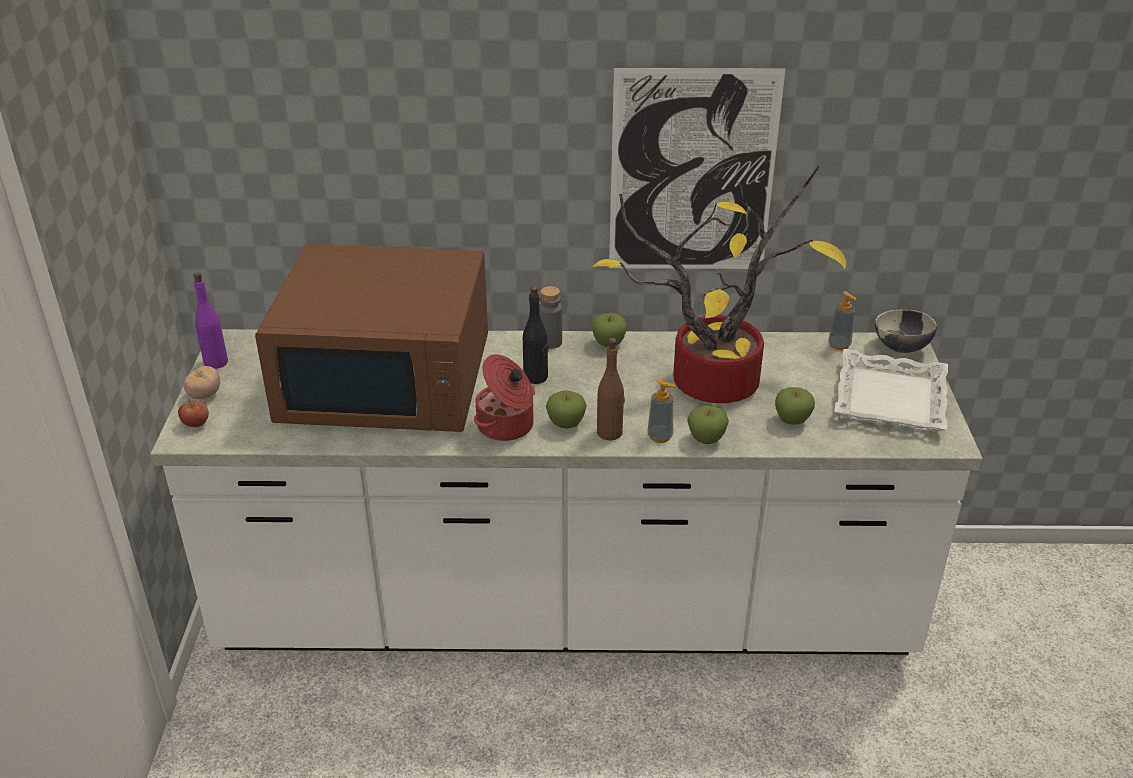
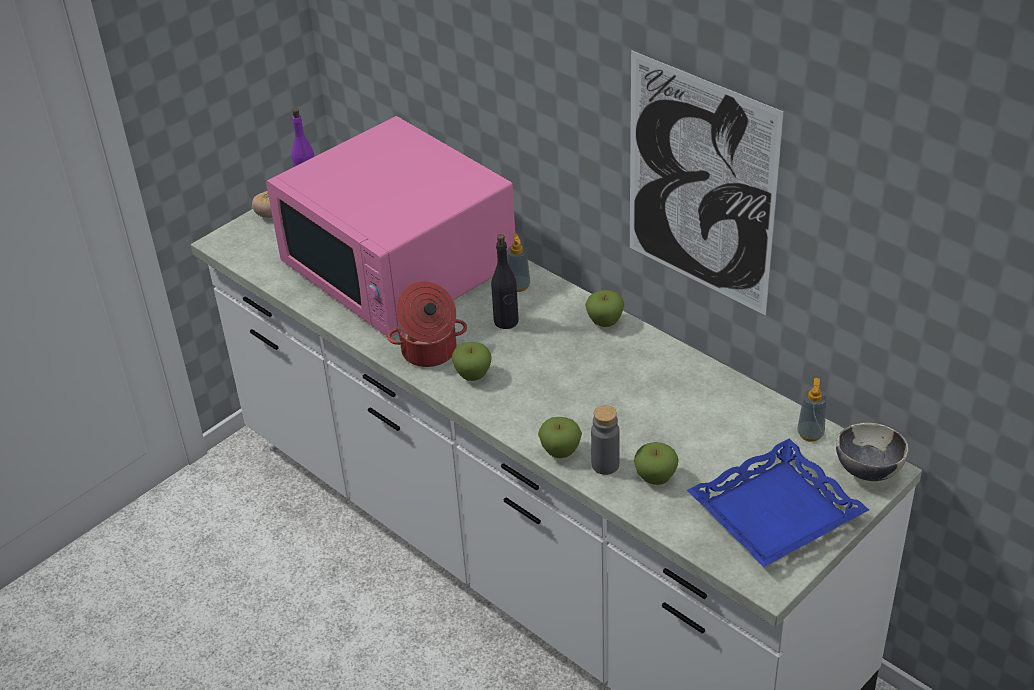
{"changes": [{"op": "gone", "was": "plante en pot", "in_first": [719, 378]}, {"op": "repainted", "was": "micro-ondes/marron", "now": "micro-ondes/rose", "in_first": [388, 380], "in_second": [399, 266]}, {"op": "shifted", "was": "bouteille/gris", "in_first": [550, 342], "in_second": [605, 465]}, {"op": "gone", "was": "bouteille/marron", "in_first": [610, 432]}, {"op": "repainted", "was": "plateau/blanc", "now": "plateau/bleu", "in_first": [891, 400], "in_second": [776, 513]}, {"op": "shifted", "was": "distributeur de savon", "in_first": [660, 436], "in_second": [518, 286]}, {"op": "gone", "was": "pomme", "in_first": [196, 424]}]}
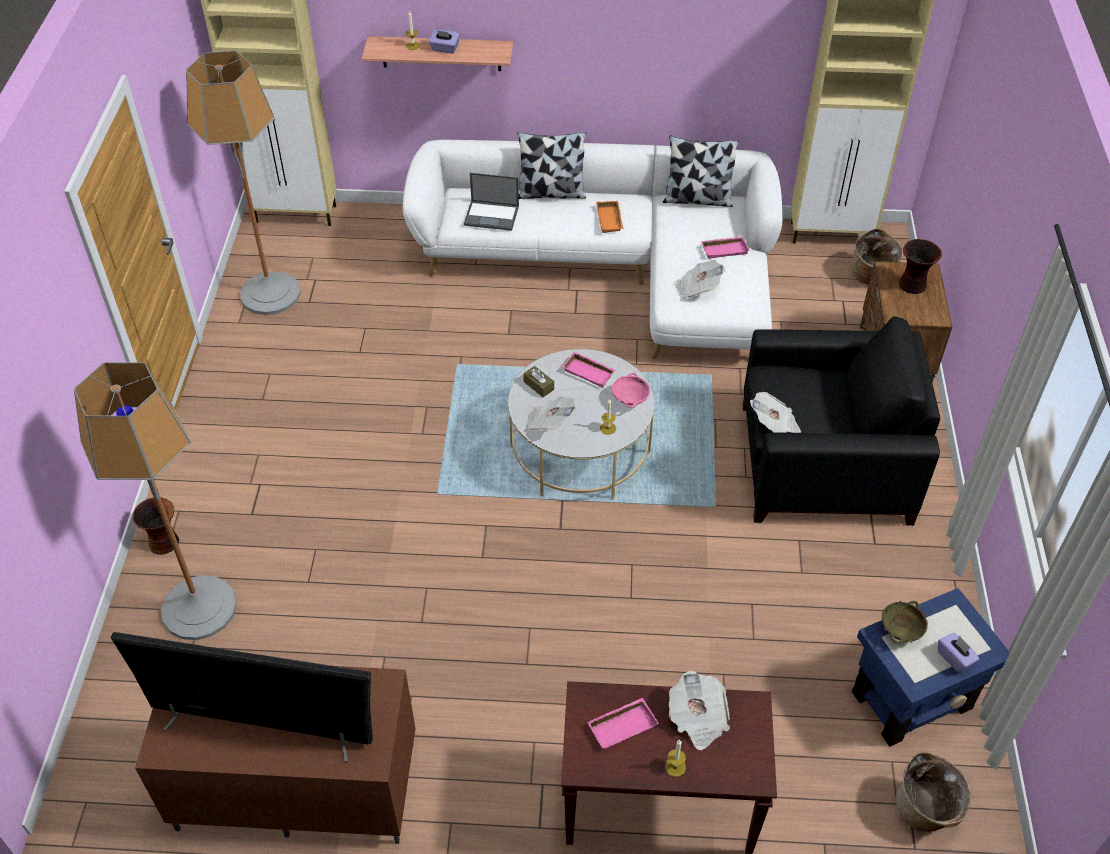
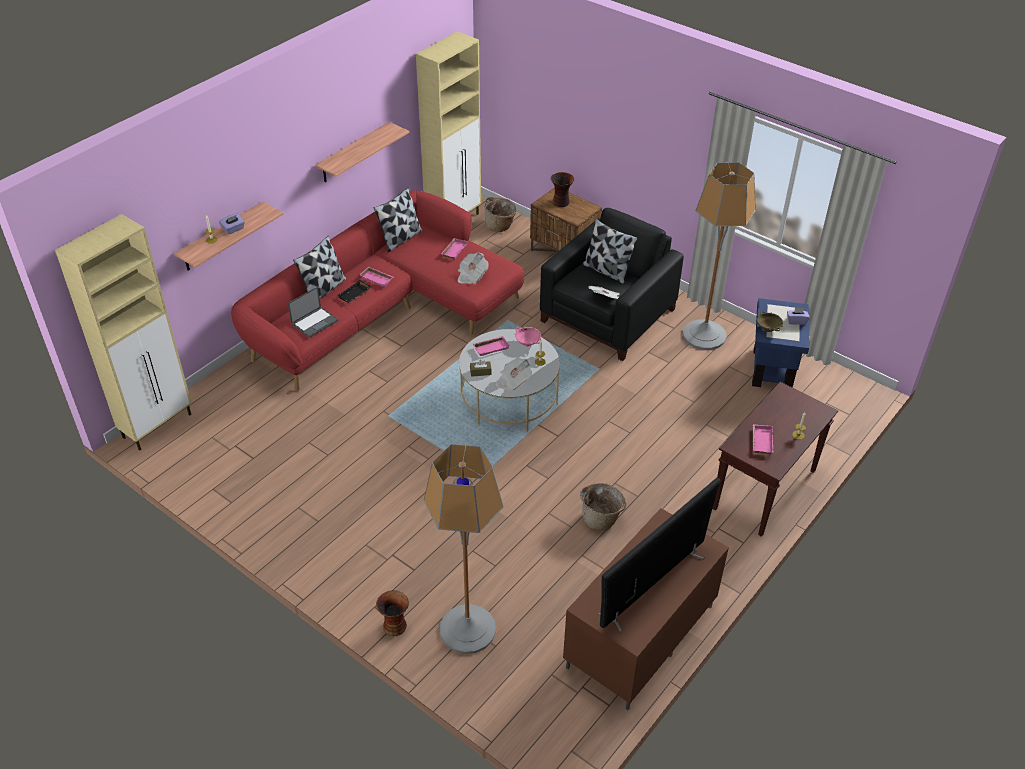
{"changes": [{"op": "shifted", "was": "lampadaire", "in_first": [270, 294], "in_second": [704, 335]}, {"op": "repainted", "was": "canapé/blanc", "now": "canapé/rouge", "in_first": [615, 268], "in_second": [384, 311]}, {"op": "repainted", "was": "plateau/orange", "now": "plateau/rose", "in_first": [610, 220], "in_second": [377, 278]}, {"op": "gone", "was": "journal", "in_first": [697, 719]}, {"op": "shifted", "was": "panier", "in_first": [925, 811], "in_second": [601, 518]}, {"op": "new", "now": "étagère", "in_second": [354, 153]}, {"op": "new", "now": "coussin", "in_second": [606, 271]}, {"op": "new", "now": "plateau/noir", "in_second": [354, 295]}]}
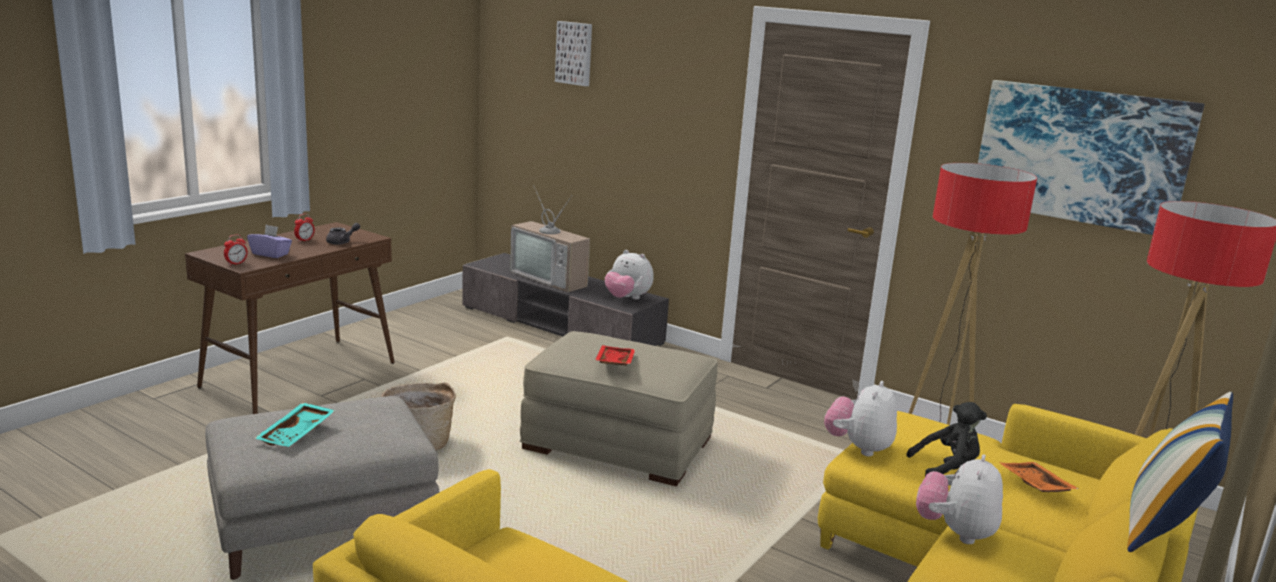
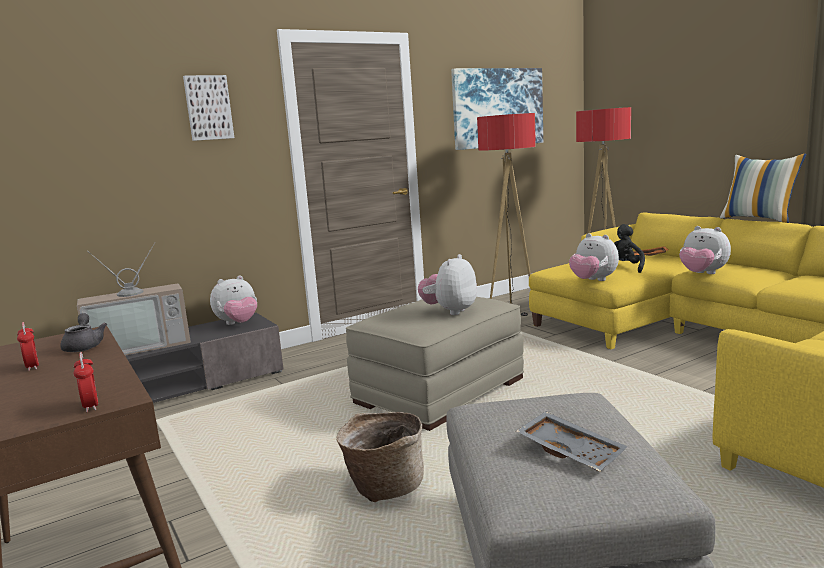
{"changes": [{"op": "shifted", "was": "tableau", "in_first": [575, 53], "in_second": [208, 108]}, {"op": "gone", "was": "boîte à mouchoirs/violet", "in_first": [270, 254]}, {"op": "swapped", "was": "plateau/rouge", "now": "peluche", "in_first": [613, 362], "in_second": [450, 311]}, {"op": "repainted", "was": "plateau/turquoise", "now": "plateau/gris", "in_first": [297, 434], "in_second": [571, 451]}]}
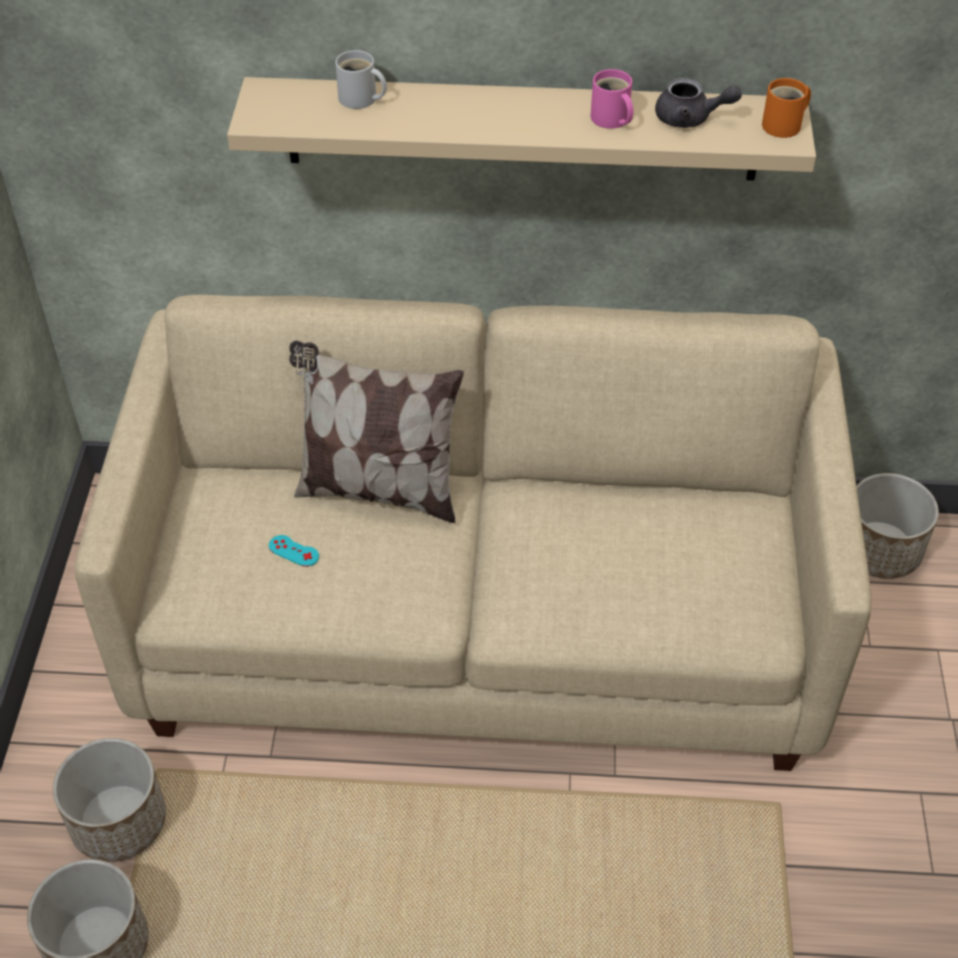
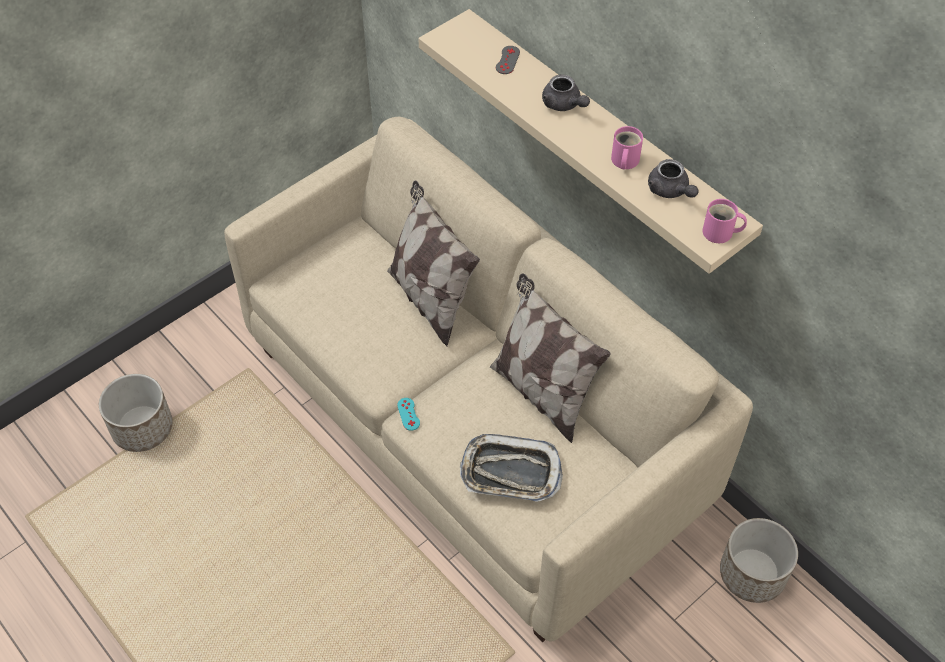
{"changes": [{"op": "swapped", "was": "mug/blanc", "now": "manette/gris", "in_first": [360, 100], "in_second": [507, 60]}, {"op": "repainted", "was": "mug/orange", "now": "mug/rose", "in_first": [785, 125], "in_second": [720, 233]}, {"op": "shifted", "was": "manette/turquoise", "in_first": [293, 551], "in_second": [408, 414]}, {"op": "gone", "was": "cache-pot", "in_first": [118, 822]}, {"op": "new", "now": "théière/gris", "in_second": [564, 105]}, {"op": "new", "now": "coussin", "in_second": [542, 392]}, {"op": "new", "now": "plateau", "in_second": [510, 473]}]}
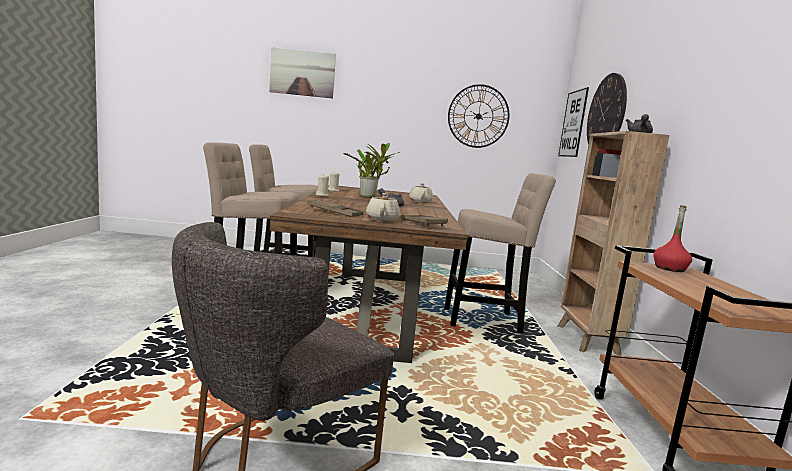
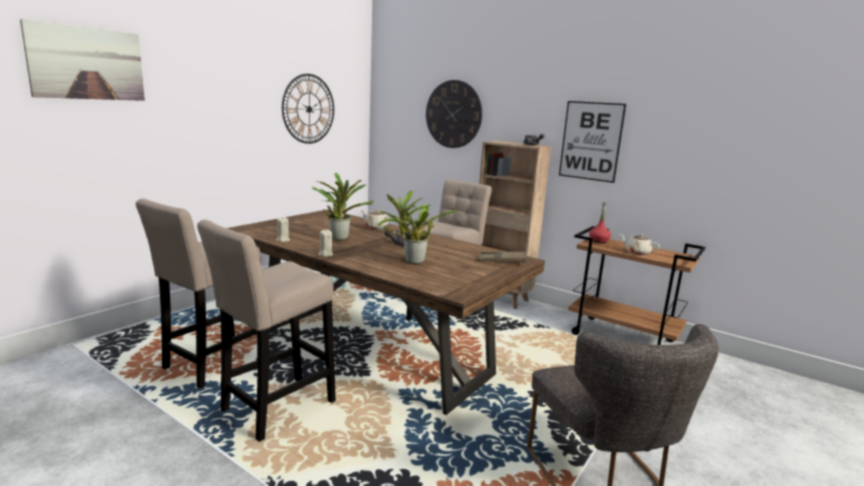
{"changes": [{"op": "shifted", "was": "tableau", "in_first": [573, 124], "in_second": [591, 141]}, {"op": "shifted", "was": "théière/beige", "in_first": [382, 219], "in_second": [637, 252]}, {"op": "gone", "was": "plateau/marron", "in_first": [335, 212]}, {"op": "new", "now": "plante en pot", "in_second": [411, 262]}]}
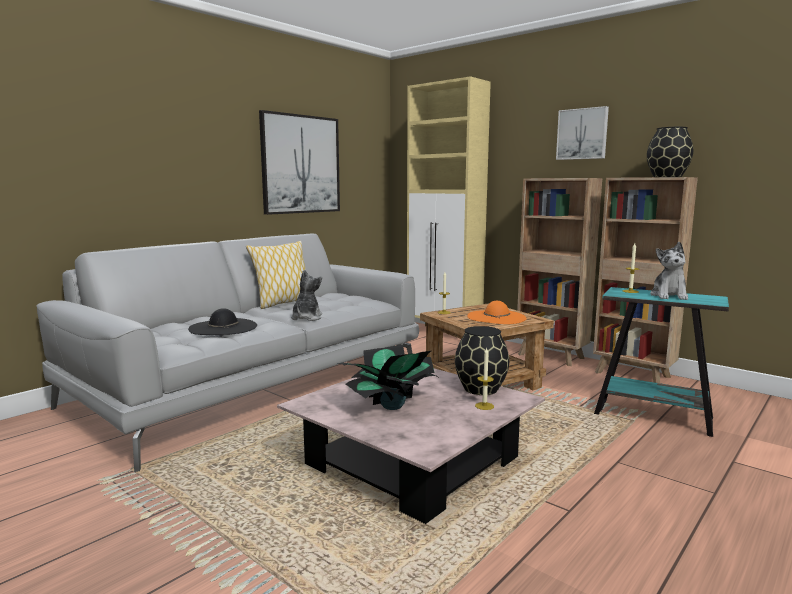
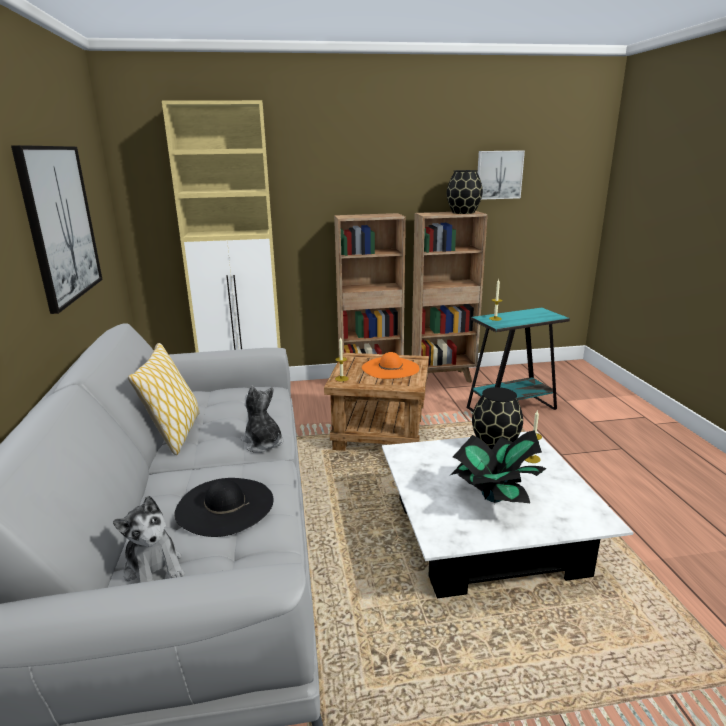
{"changes": [{"op": "shifted", "was": "tableau", "in_first": [582, 134], "in_second": [498, 175]}, {"op": "shifted", "was": "peluche", "in_first": [669, 296], "in_second": [154, 568]}, {"op": "repainted", "was": "table basse/rose", "now": "table basse/blanc", "in_first": [412, 460], "in_second": [485, 534]}]}
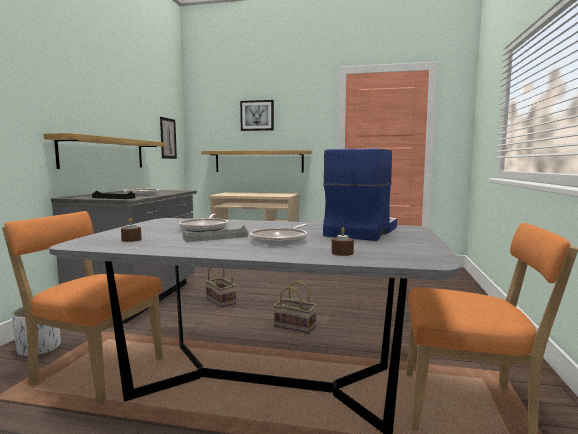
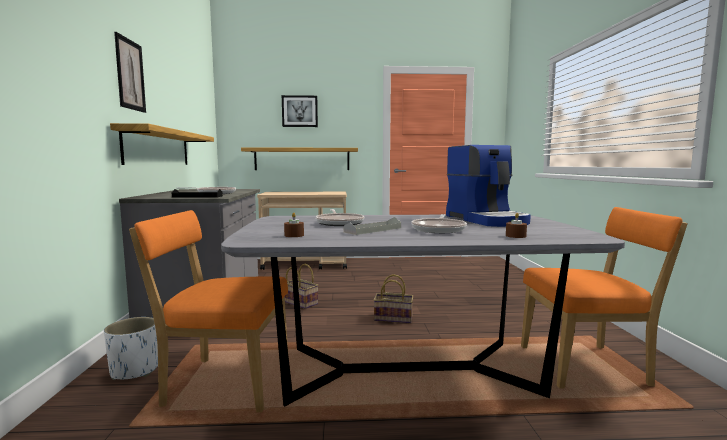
{"changes": [{"op": "shifted", "was": "tableau", "in_first": [168, 138], "in_second": [130, 74]}, {"op": "rotated", "was": "machine à café", "in_first": [361, 231], "in_second": [487, 220], "clockwise": 150}]}
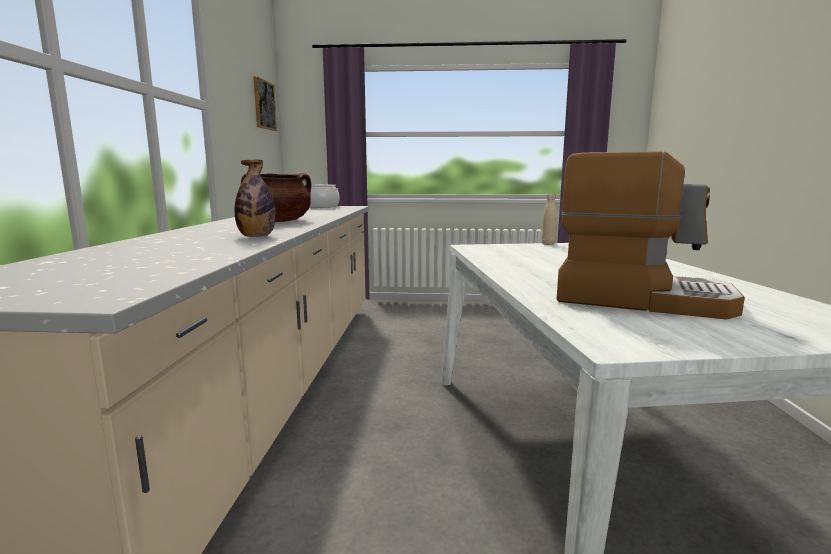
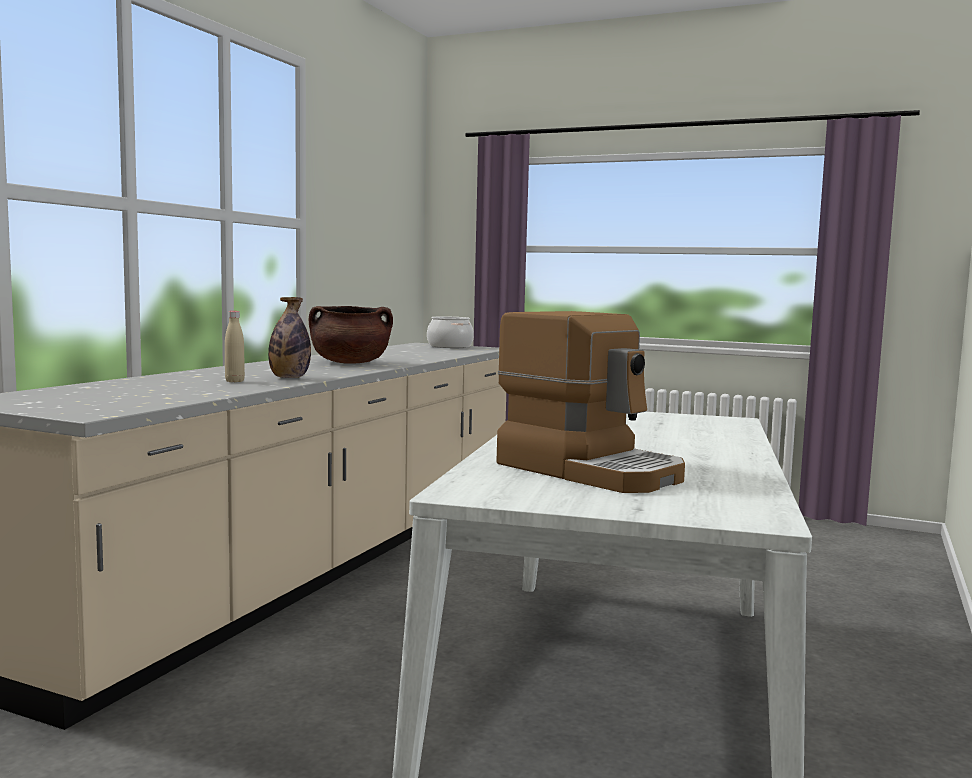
{"changes": [{"op": "gone", "was": "tableau", "in_first": [264, 105]}, {"op": "shifted", "was": "bouteille/beige", "in_first": [548, 244], "in_second": [234, 381]}]}
